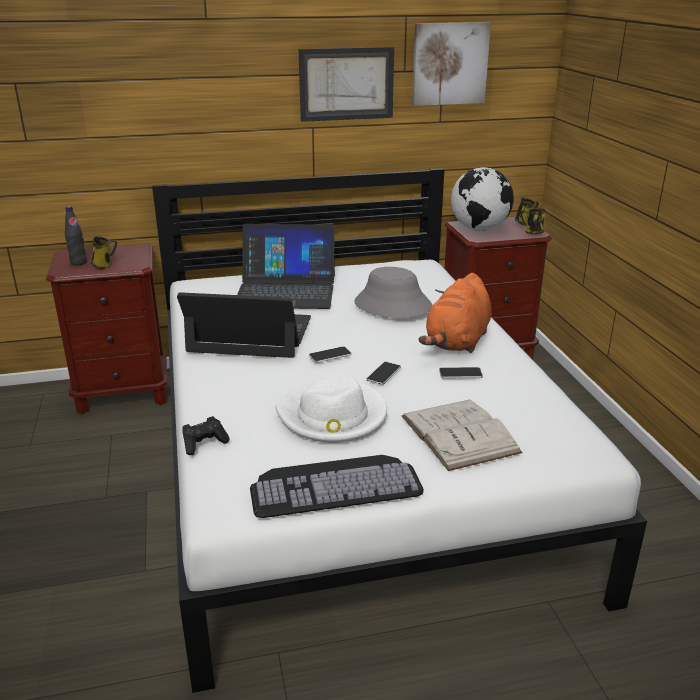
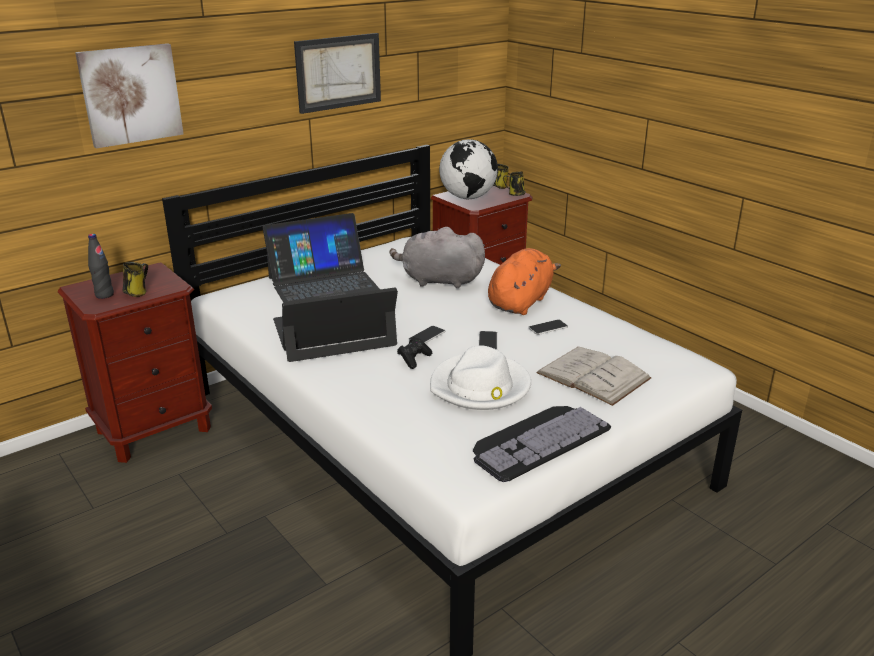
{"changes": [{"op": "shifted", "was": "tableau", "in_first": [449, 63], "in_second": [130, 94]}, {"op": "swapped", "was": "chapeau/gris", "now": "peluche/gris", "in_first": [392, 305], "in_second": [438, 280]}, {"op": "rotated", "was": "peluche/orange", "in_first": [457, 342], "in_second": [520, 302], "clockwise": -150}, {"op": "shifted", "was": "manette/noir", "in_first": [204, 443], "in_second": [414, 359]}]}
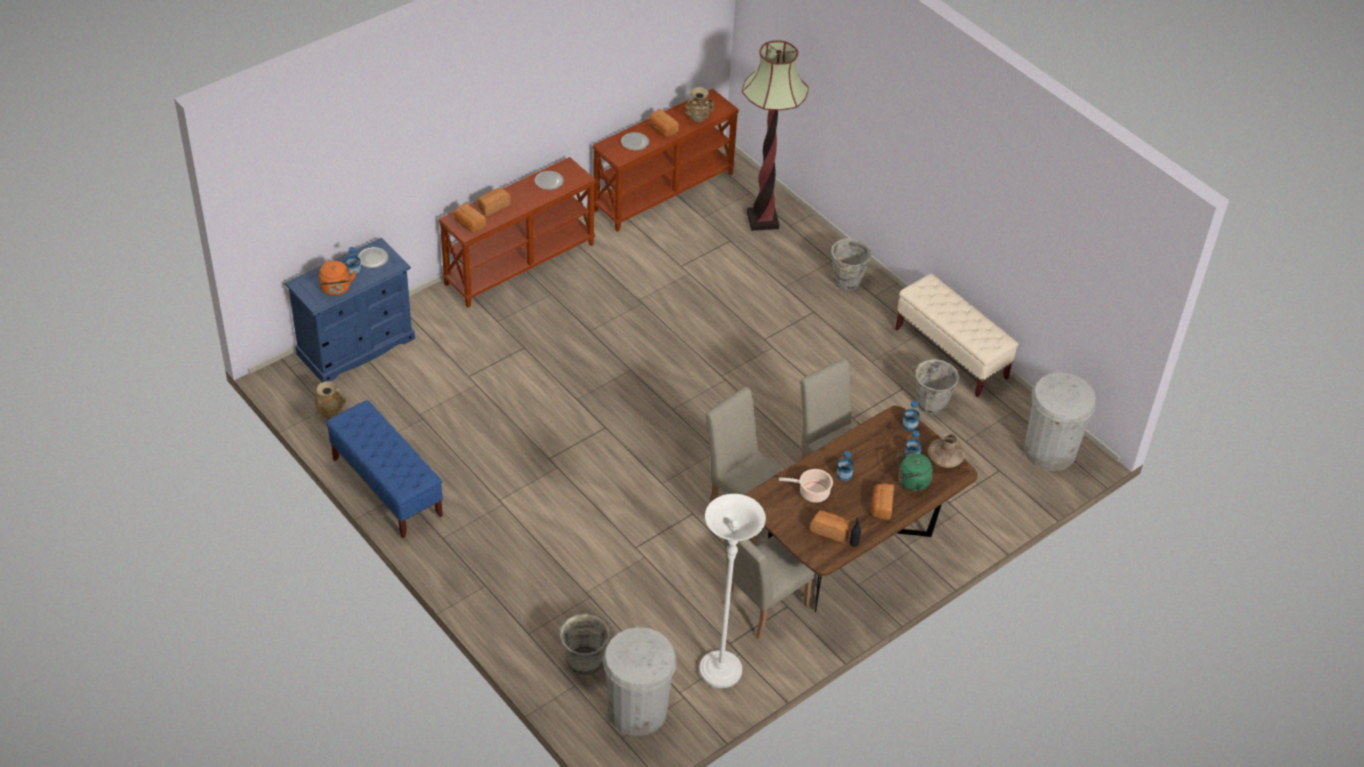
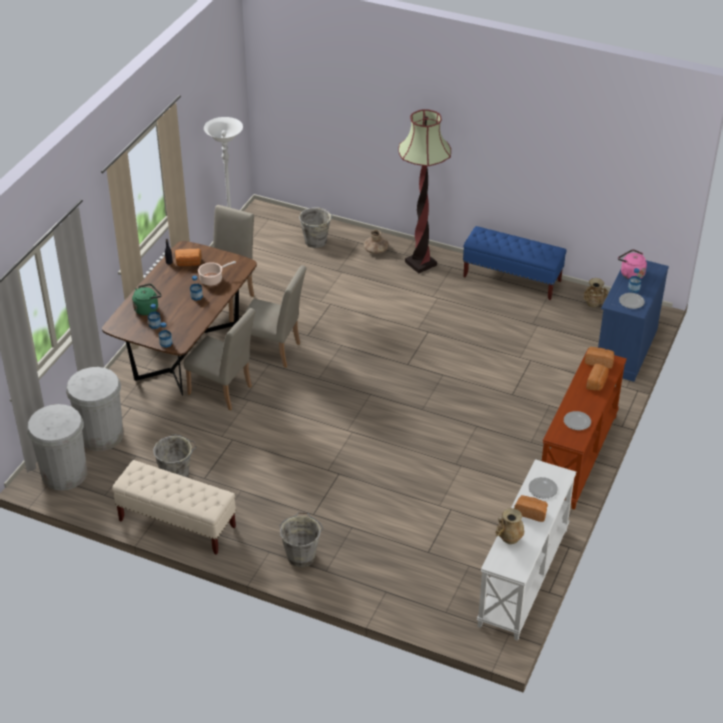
{"changes": [{"op": "shifted", "was": "lampadaire", "in_first": [762, 220], "in_second": [420, 263]}, {"op": "repainted", "was": "table console/marron", "now": "table console/blanc", "in_first": [663, 191], "in_second": [524, 577]}, {"op": "repainted", "was": "bouilloire/orange", "now": "bouilloire/rose", "in_first": [336, 289], "in_second": [630, 274]}, {"op": "shifted", "was": "vase/marron", "in_first": [944, 459], "in_second": [376, 250]}, {"op": "gone", "was": "pain", "in_first": [881, 507]}, {"op": "shifted", "was": "poubelle/blanc", "in_first": [637, 710], "in_second": [101, 435]}]}
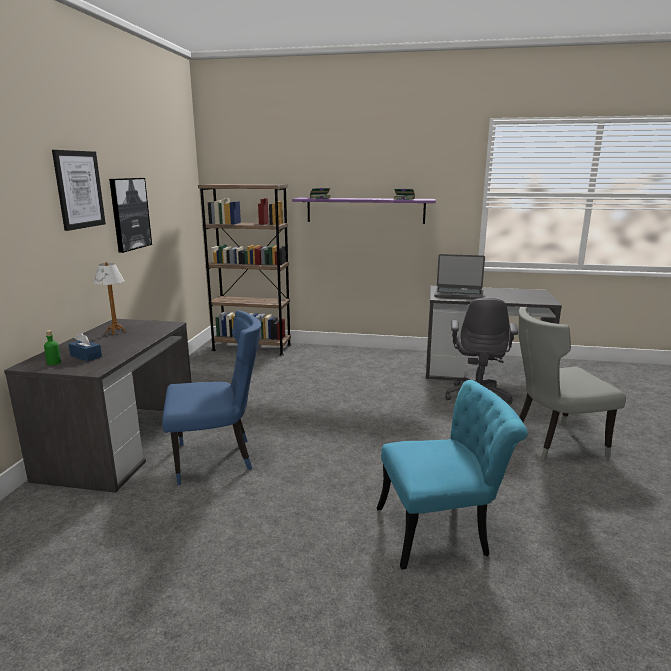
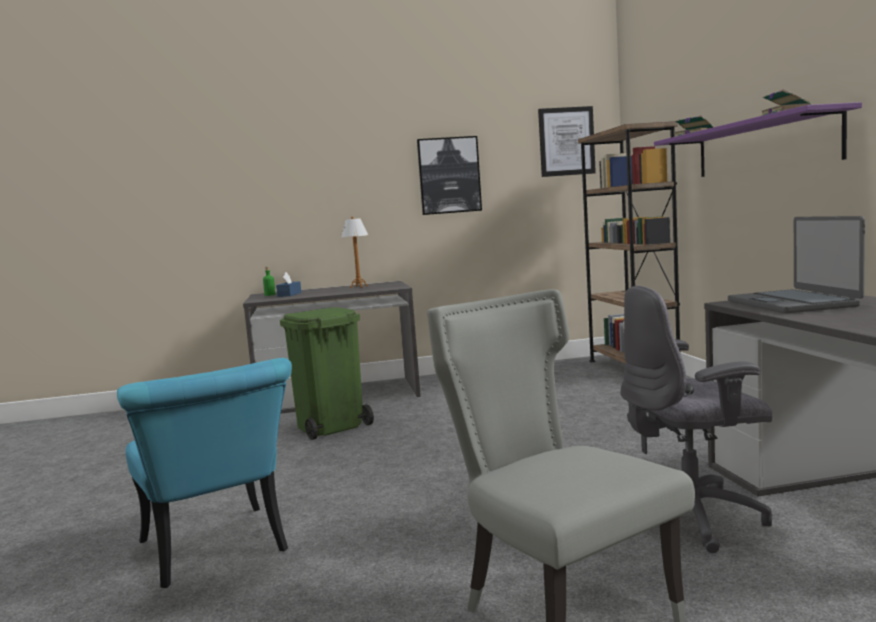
{"changes": [{"op": "shifted", "was": "tableau", "in_first": [79, 189], "in_second": [566, 141]}, {"op": "swapped", "was": "chaise/bleu", "now": "poubelle/vert", "in_first": [217, 458], "in_second": [330, 427]}]}
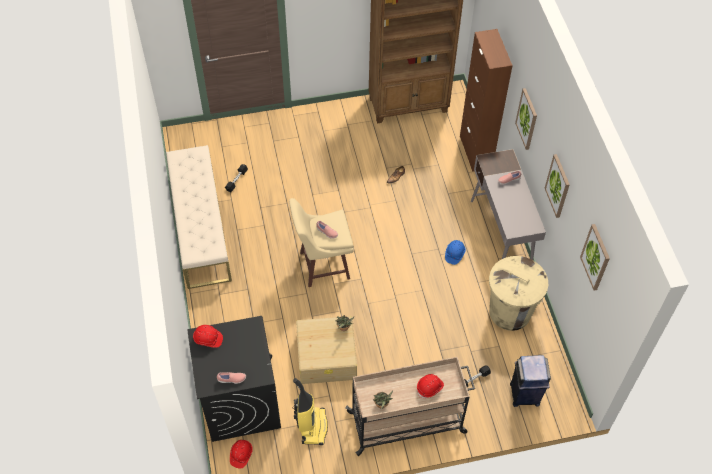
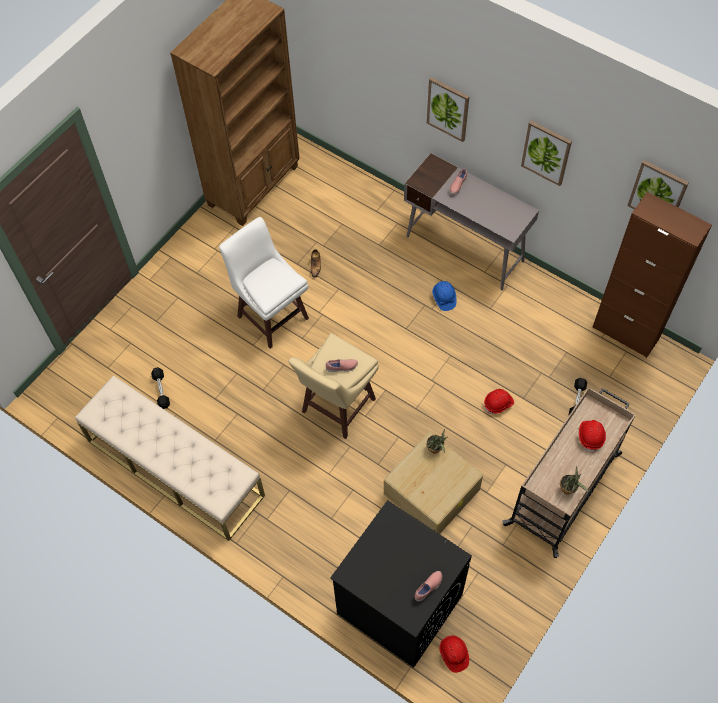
{"changes": [{"op": "shifted", "was": "meuble de rangement/marron", "in_first": [475, 152], "in_second": [625, 332]}, {"op": "gone", "was": "poubelle/beige", "in_first": [510, 312]}, {"op": "shifted", "was": "casque de chantier/rouge", "in_first": [208, 339], "in_second": [498, 404]}, {"op": "gone", "was": "poubelle/bleu", "in_first": [524, 395]}, {"op": "gone", "was": "aspirateur", "in_first": [312, 426]}, {"op": "new", "now": "tabouret/blanc", "in_second": [272, 315]}]}
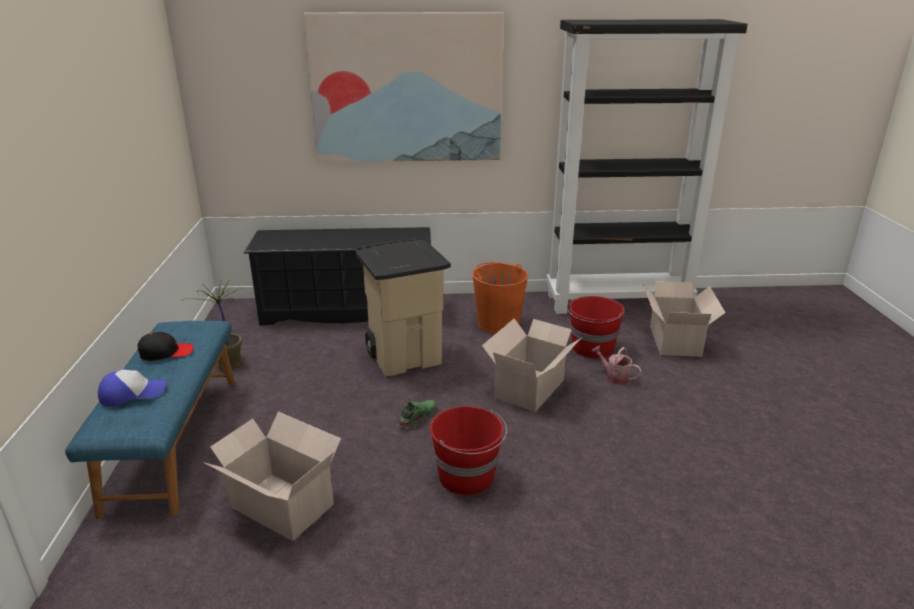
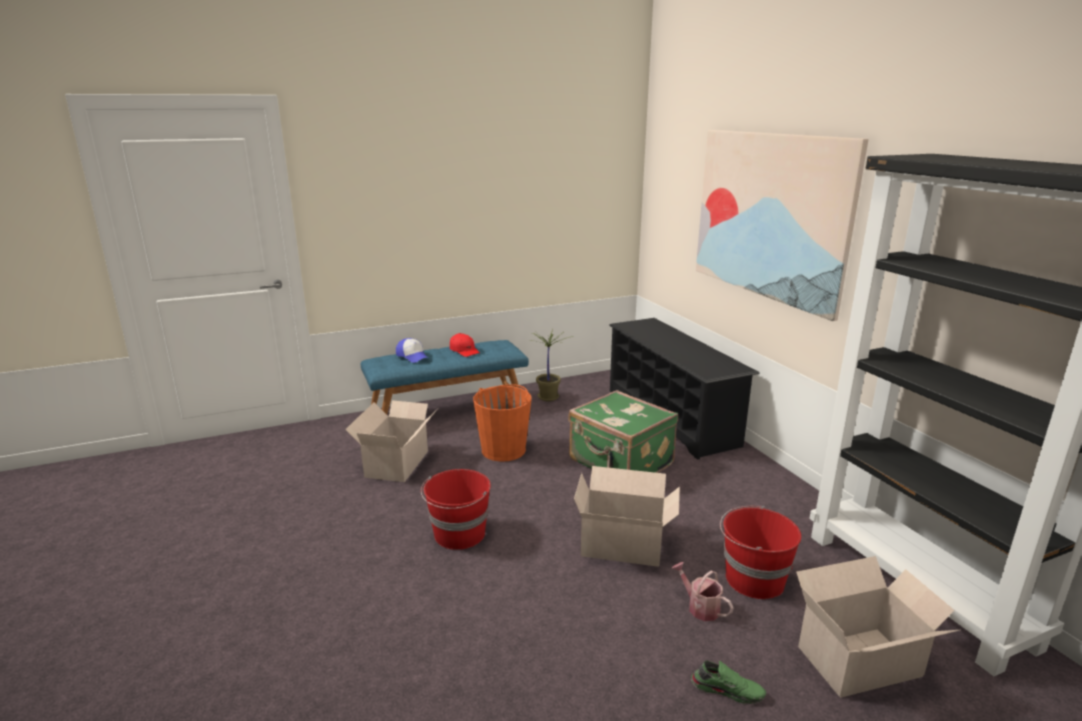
{"changes": [{"op": "swapped", "was": "poubelle/beige", "now": "valise/vert", "in_first": [405, 357], "in_second": [620, 463]}, {"op": "shifted", "was": "seau/orange", "in_first": [498, 324], "in_second": [504, 450]}, {"op": "repainted", "was": "casquette/noir", "now": "casquette/rouge", "in_first": [166, 352], "in_second": [464, 350]}, {"op": "rotated", "was": "arrosoir", "in_first": [614, 376], "in_second": [700, 607], "clockwise": -60}, {"op": "shifted", "was": "chaussure/vert", "in_first": [416, 417], "in_second": [727, 689]}]}
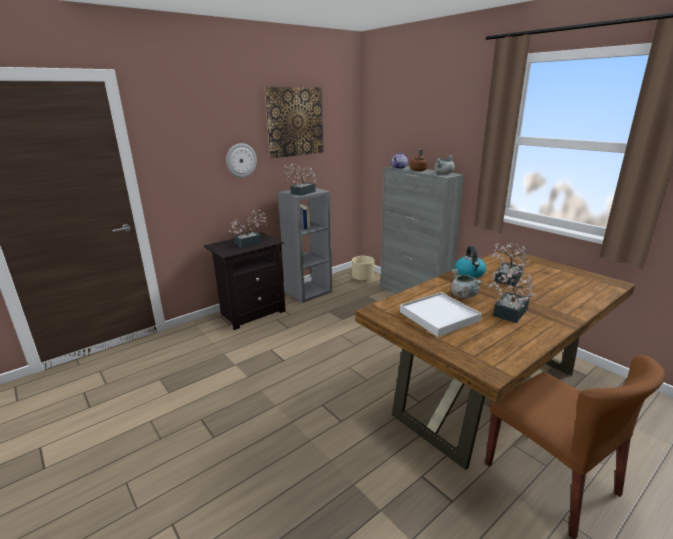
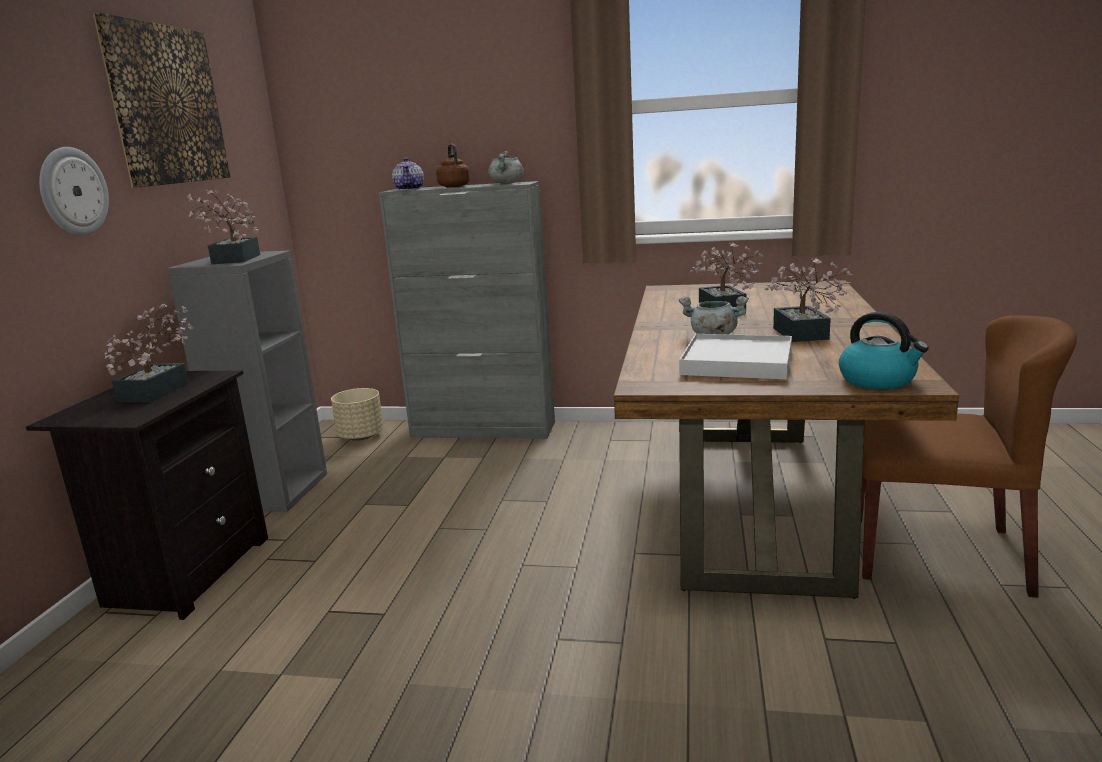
{"changes": [{"op": "shifted", "was": "bouilloire", "in_first": [470, 273], "in_second": [878, 380]}]}
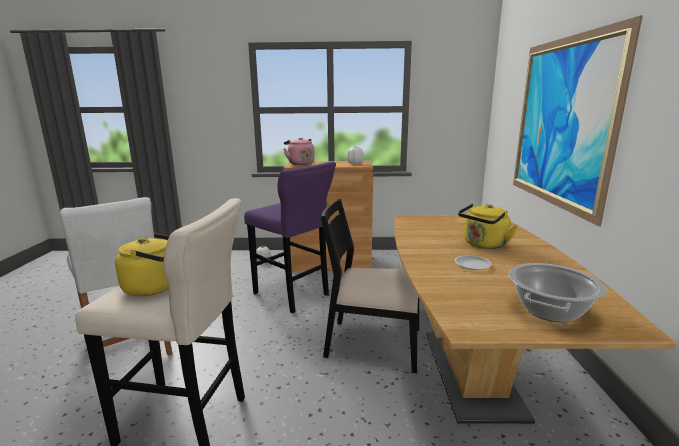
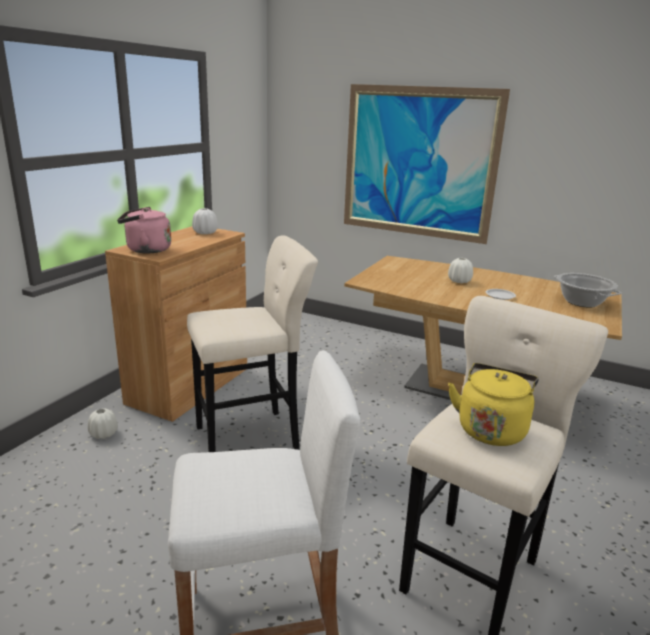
{"changes": [{"op": "repainted", "was": "tabouret/violet", "now": "tabouret/beige", "in_first": [293, 295], "in_second": [252, 436]}, {"op": "gone", "was": "chaise/noir", "in_first": [372, 343]}, {"op": "swapped", "was": "bouilloire/jaune", "now": "vase/blanc", "in_first": [483, 245], "in_second": [459, 281]}]}
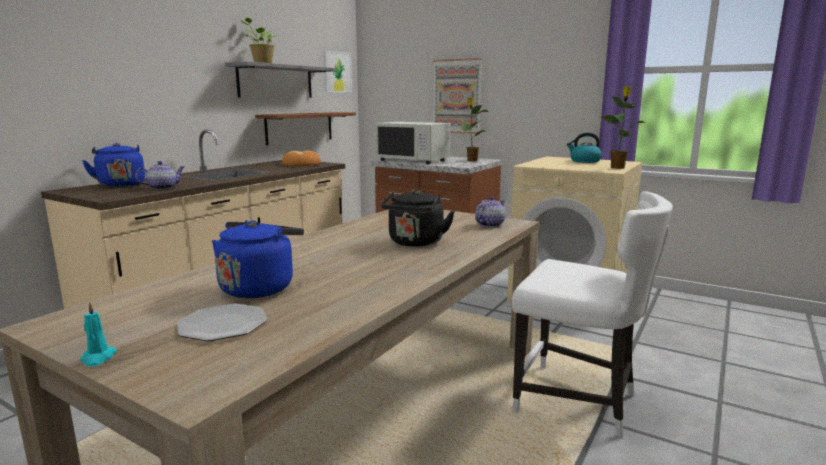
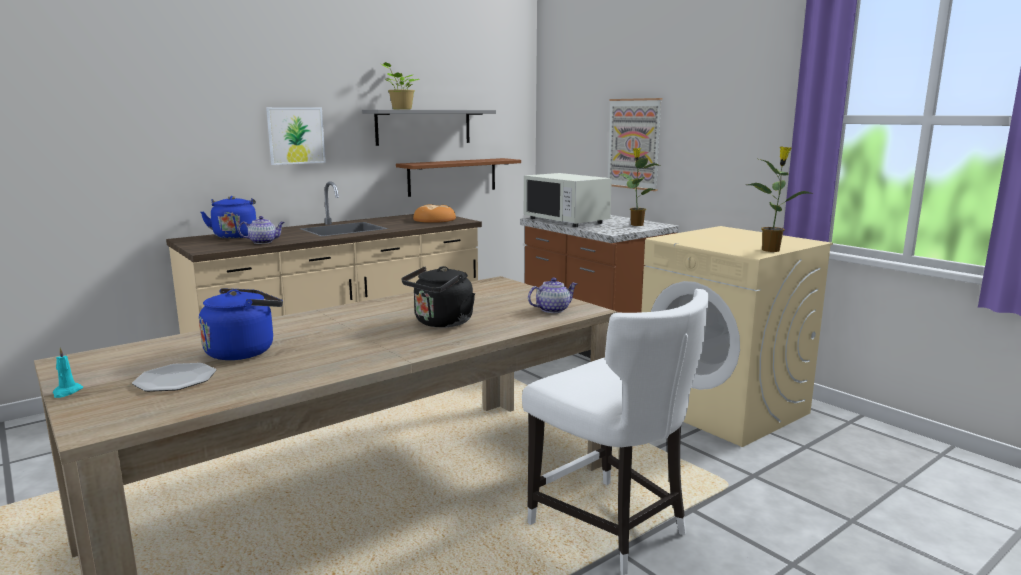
{"changes": [{"op": "shifted", "was": "tableau", "in_first": [337, 72], "in_second": [296, 135]}, {"op": "gone", "was": "bouilloire", "in_first": [584, 161]}]}
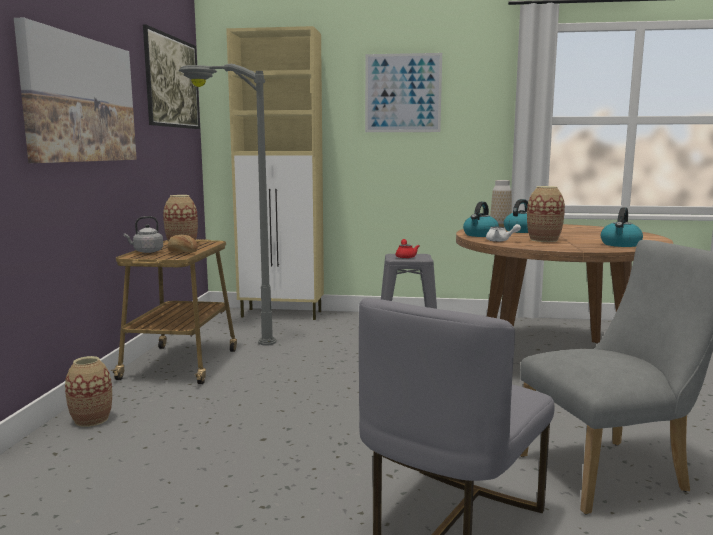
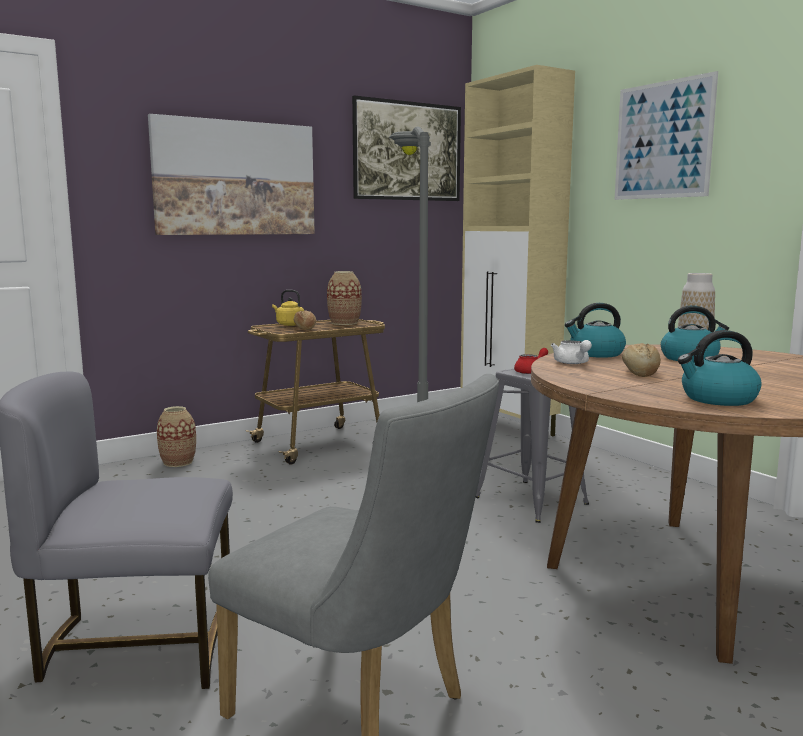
{"changes": [{"op": "swapped", "was": "vase", "now": "pain", "in_first": [543, 240], "in_second": [640, 372]}, {"op": "repainted", "was": "bouilloire/gris", "now": "bouilloire/jaune", "in_first": [146, 251], "in_second": [289, 324]}]}
